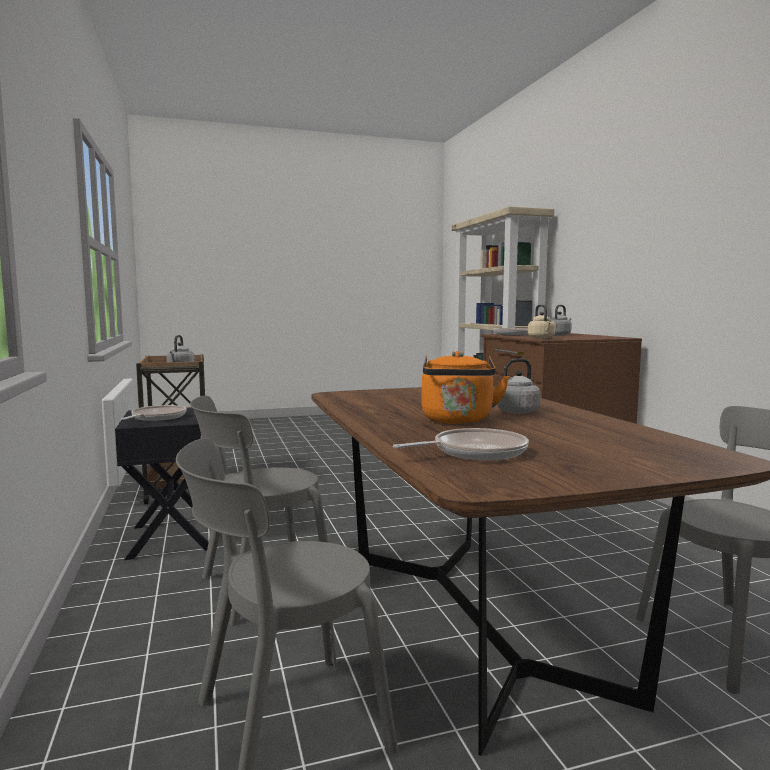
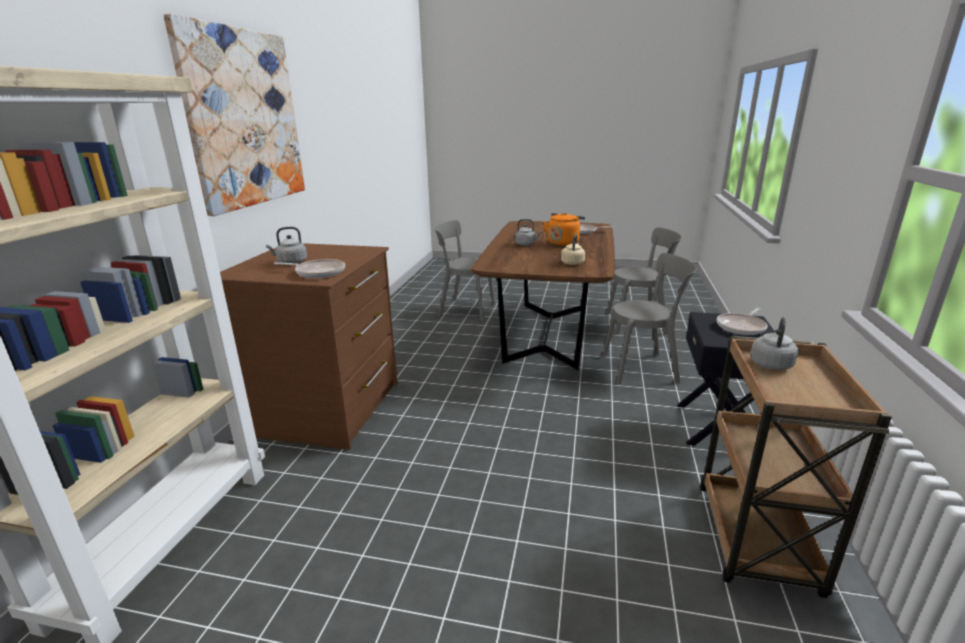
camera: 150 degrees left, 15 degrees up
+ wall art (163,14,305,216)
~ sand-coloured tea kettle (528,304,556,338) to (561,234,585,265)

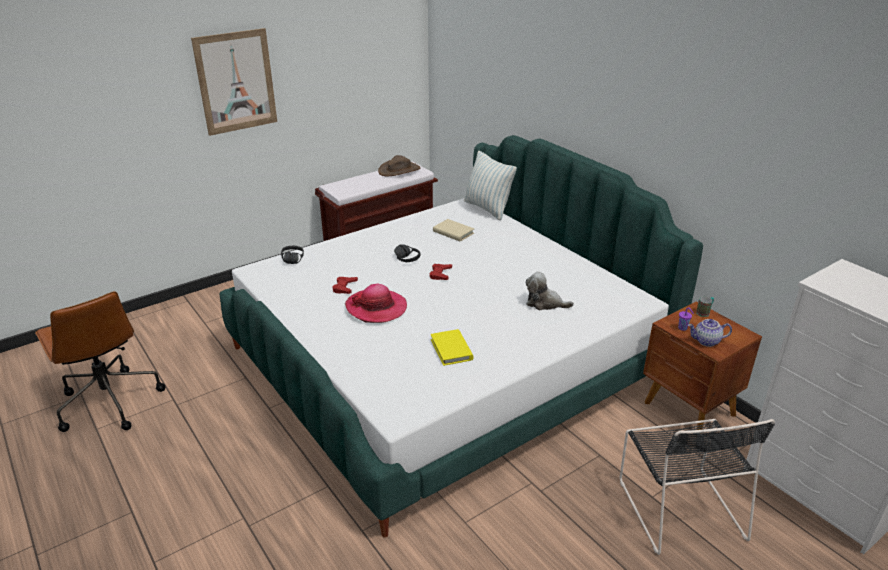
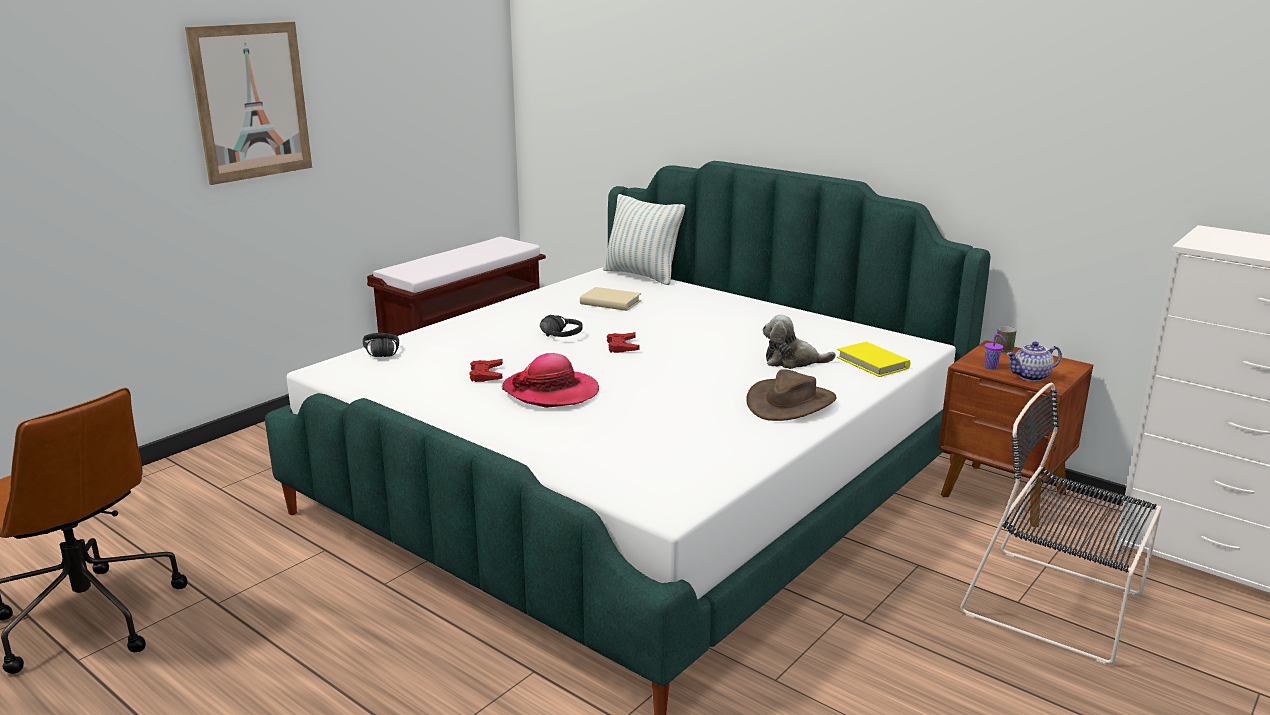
camera: 15 degrees left, 10 degrees down
~ brownish hat (378,155,420,176) to (746,369,837,421)
~ yellow bound book (431,329,474,366) to (837,342,910,377)
~ blackish plain chair (620,419,775,555) = (960,383,1162,664) 150 degrees clockwise

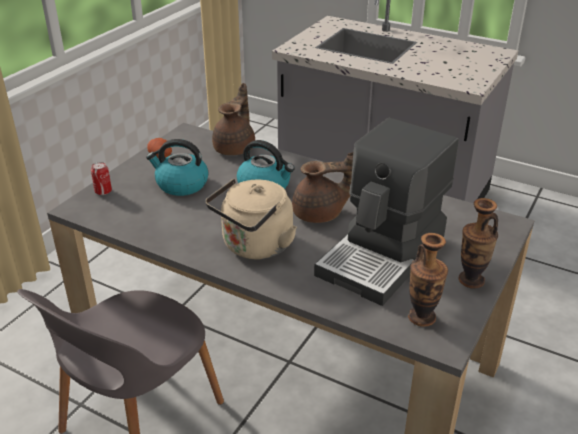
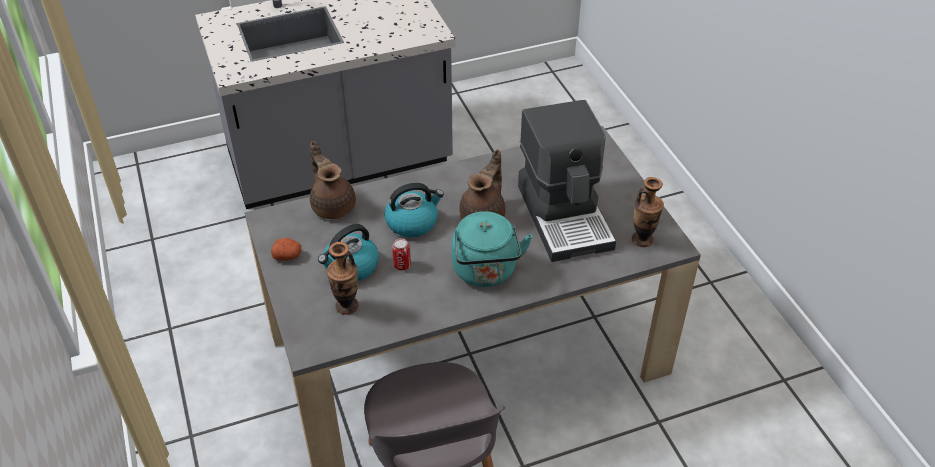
camera: 50 degrees left, 10 degrees up
~ sealed can (91,162,112,195) to (392,238,411,271)
~ vase (458,198,498,289) to (327,242,359,315)
~ sand-coloured tea kettle (206,178,297,259) to blue-green tea kettle (451,211,532,287)

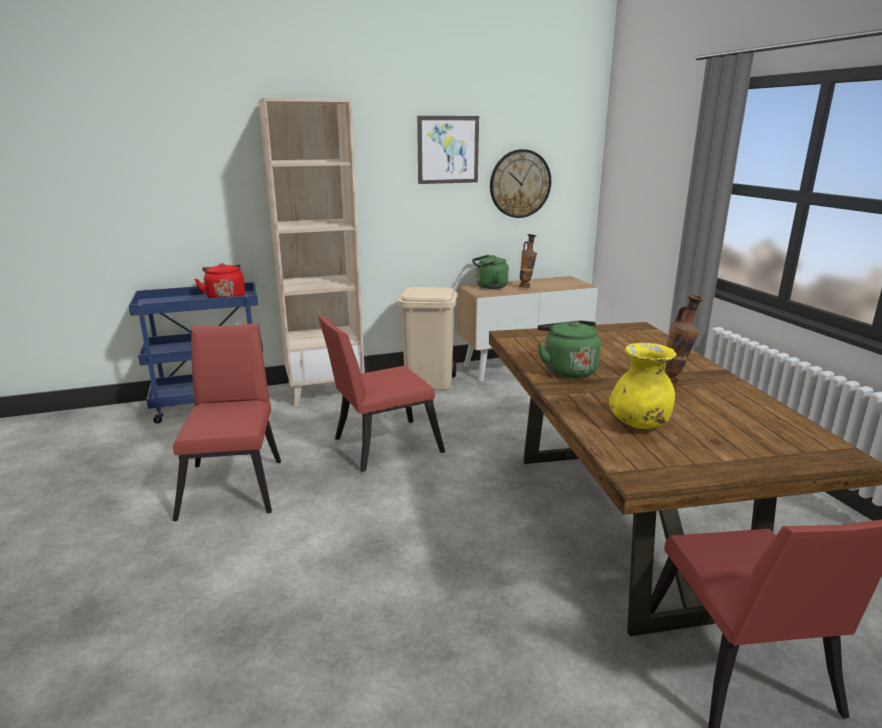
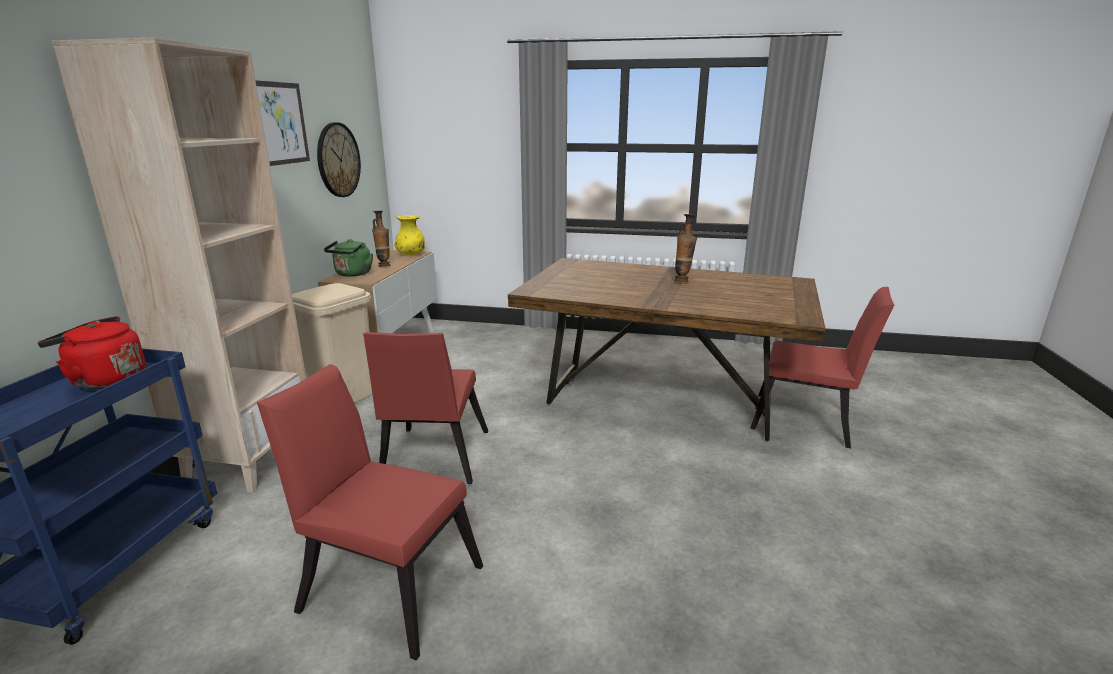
camera: 60 degrees left, 0 degrees up
- green tea kettle (537,320,601,378)
~ yellow vase (609,343,676,429) to (394,215,425,255)

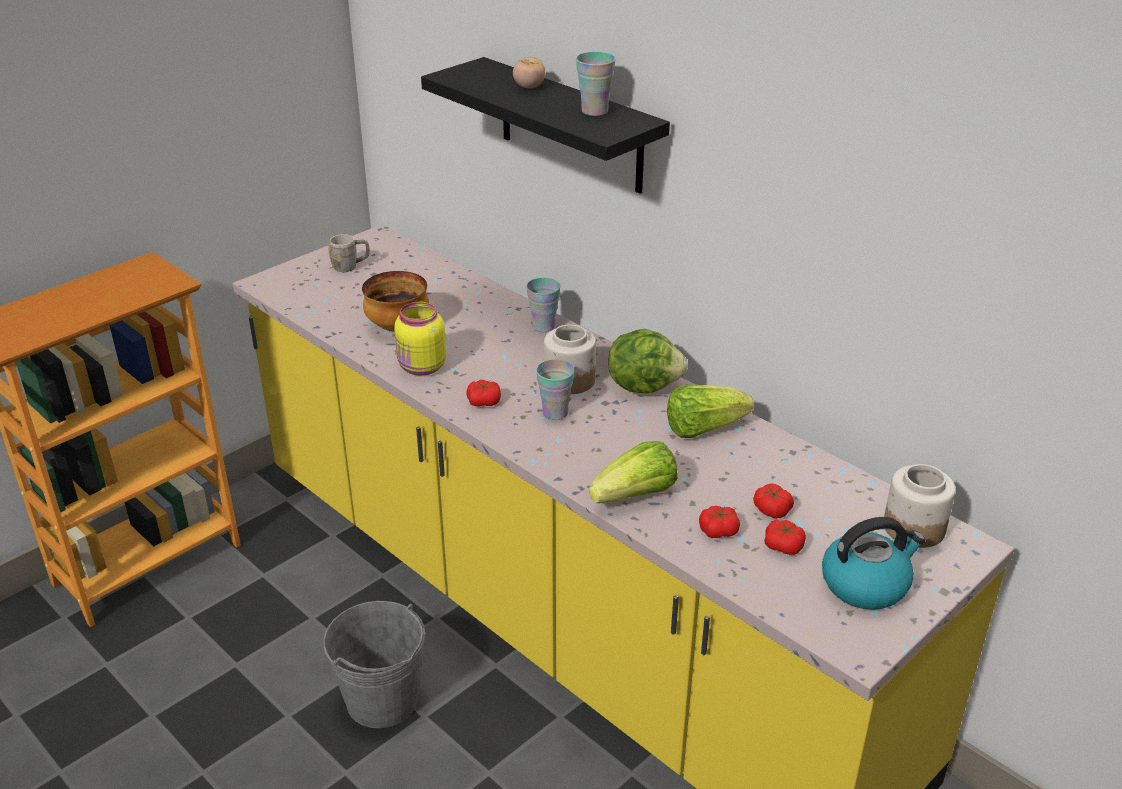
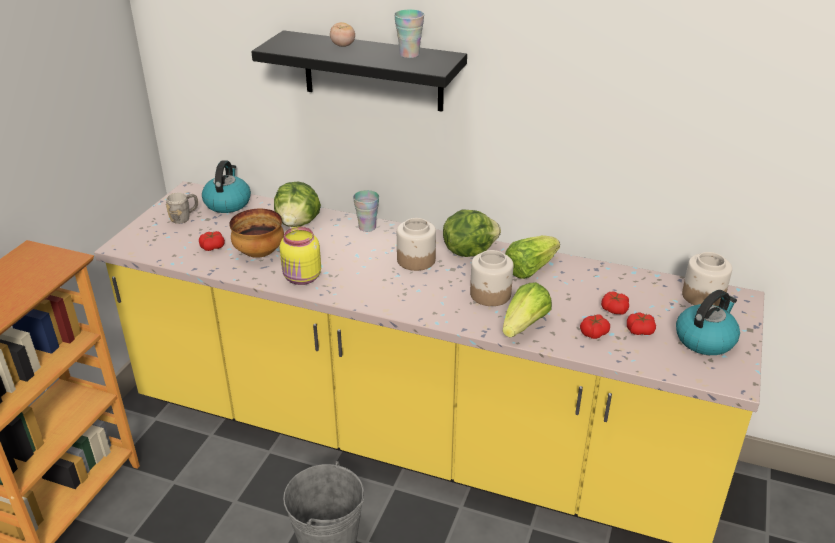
camera: 25 degrees left, 0 degrees up
- small cup (536,359,574,420)
+ tea kettle (202,160,251,213)
+ head of lettuce (274,181,321,227)
+ jar (470,250,513,306)
~ tomato (466,380,501,406) to (199,231,225,251)

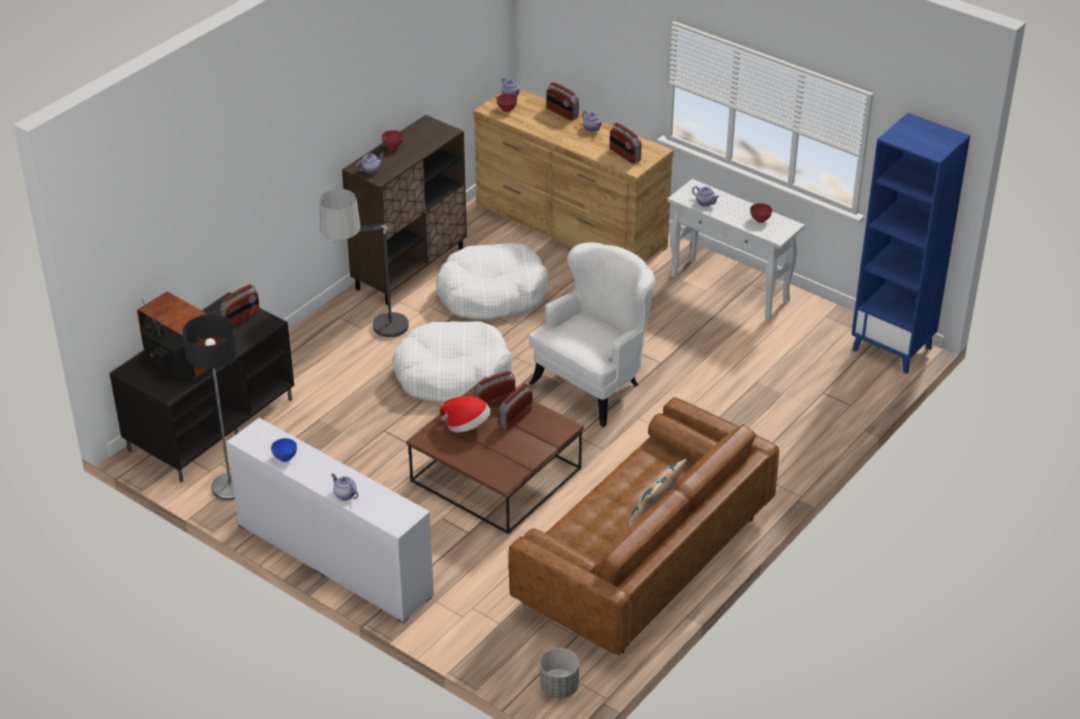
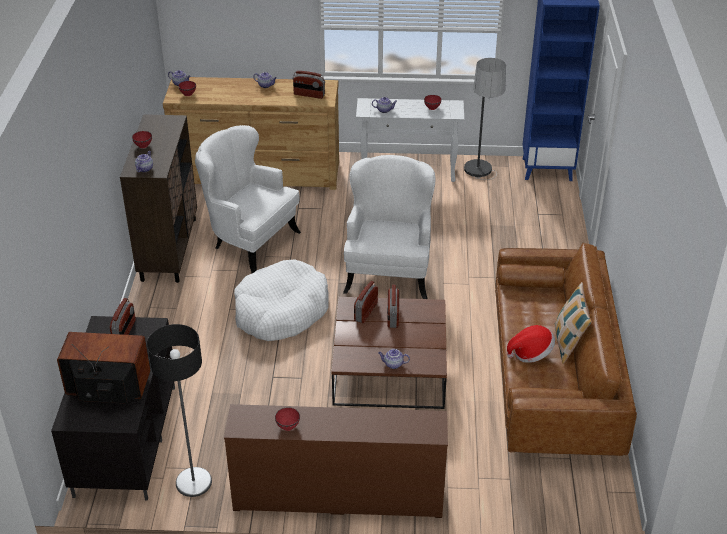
camera: 35 degrees left, 0 degrees up
- grey planter (540,648,579,698)
- radio receiver (546,82,579,121)
~ standard lamp (319,189,409,344) to (464,58,506,180)
~ teapot (331,473,358,500) to (378,349,410,369)
~ hat (439,396,491,433) to (507,325,555,363)
~ whitish dog cushion (436,242,549,320) to whitish easy chair (195,125,301,273)
~ whitish drawer chest (227,418,434,623) to brownish drawer chest (224,404,448,518)
~ bluish deep dish (271,438,297,462) to red-coloured deep dish (275,407,300,431)

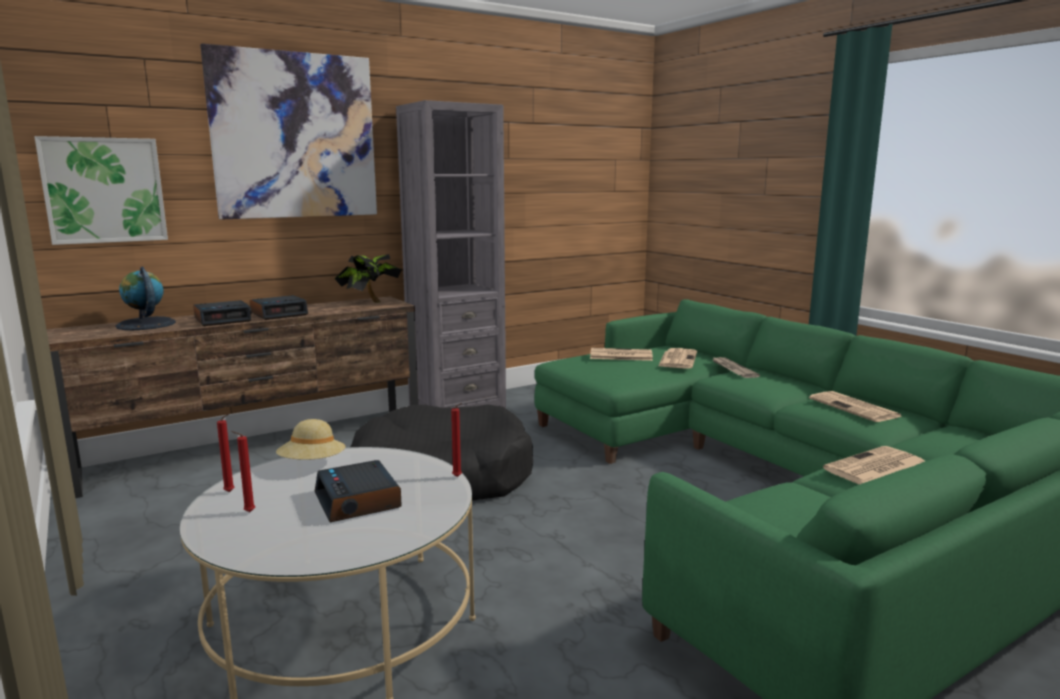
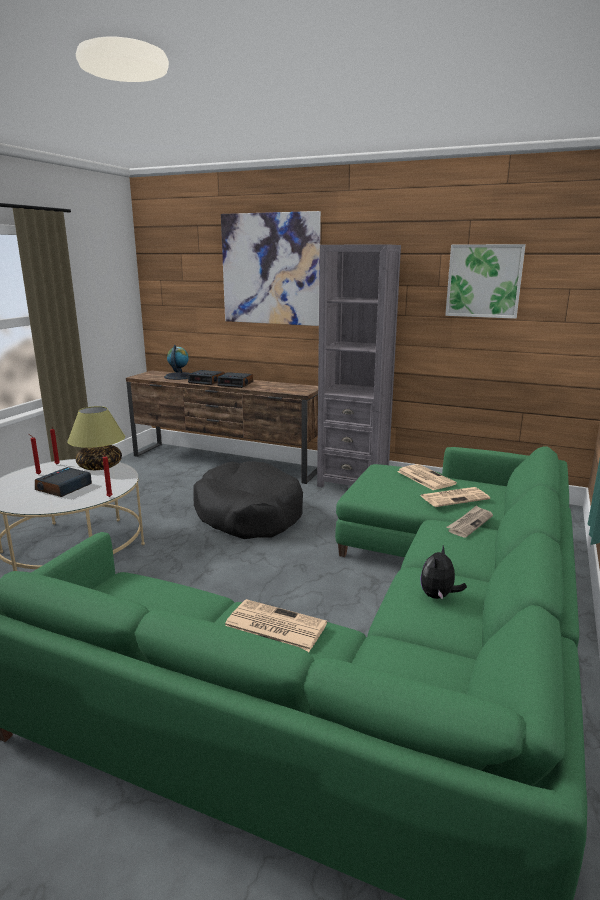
camera: 55 degrees right, 5 degrees up
- houseplant (335,254,402,303)
~ wall art (34,136,168,245) to (445,244,526,319)
~ sand-coloured hat (276,419,346,460) to tabletop lamp (67,406,125,470)
~ newspaper (809,391,903,422) to plush toy (420,546,467,600)

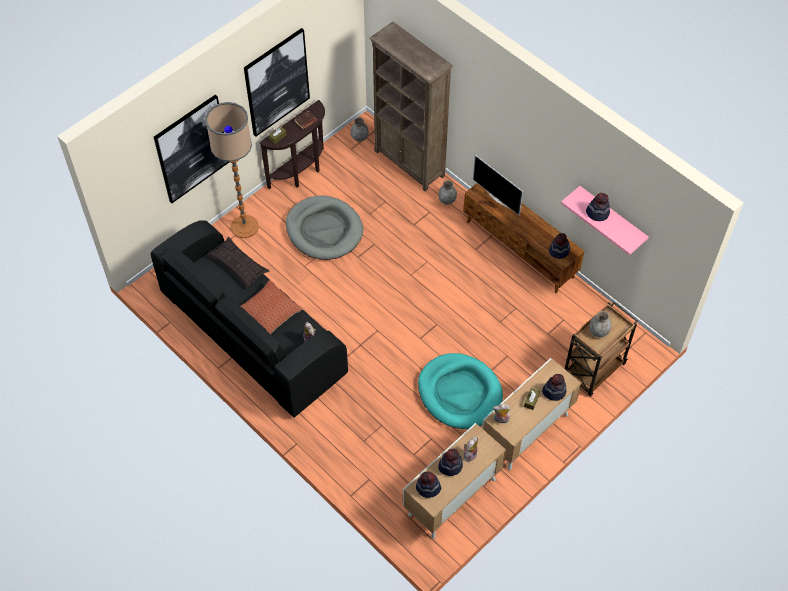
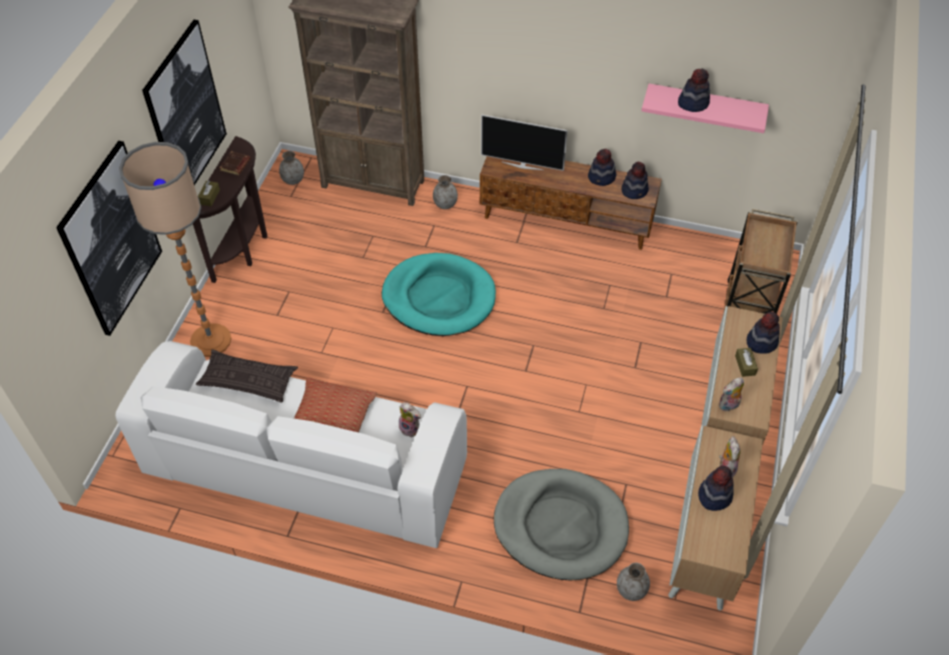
camera: 30 degrees left, 5 degrees down
~ grey dog cushion (286,195,363,260) to (494,469,629,580)
~ hat (416,471,441,498) to (588,149,616,186)
~ blue-green dog cushion (418,353,503,429) to (382,253,496,336)
~ grey vase (589,311,611,337) to (617,563,650,601)
~ blackish couch (151,220,348,418) to whitish couch (116,341,467,548)

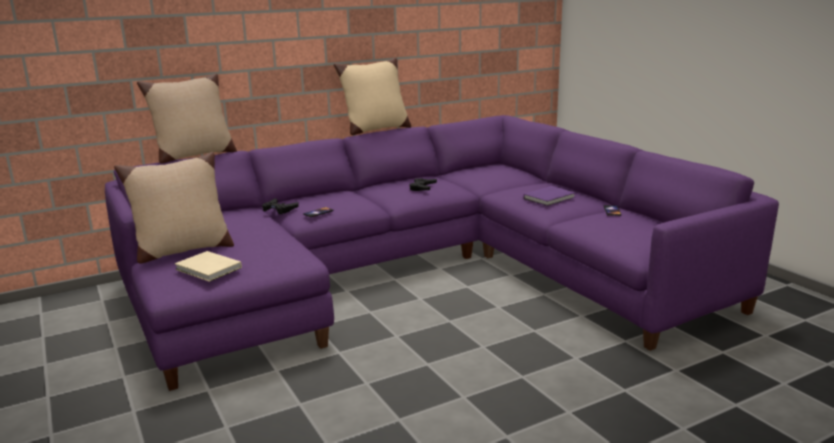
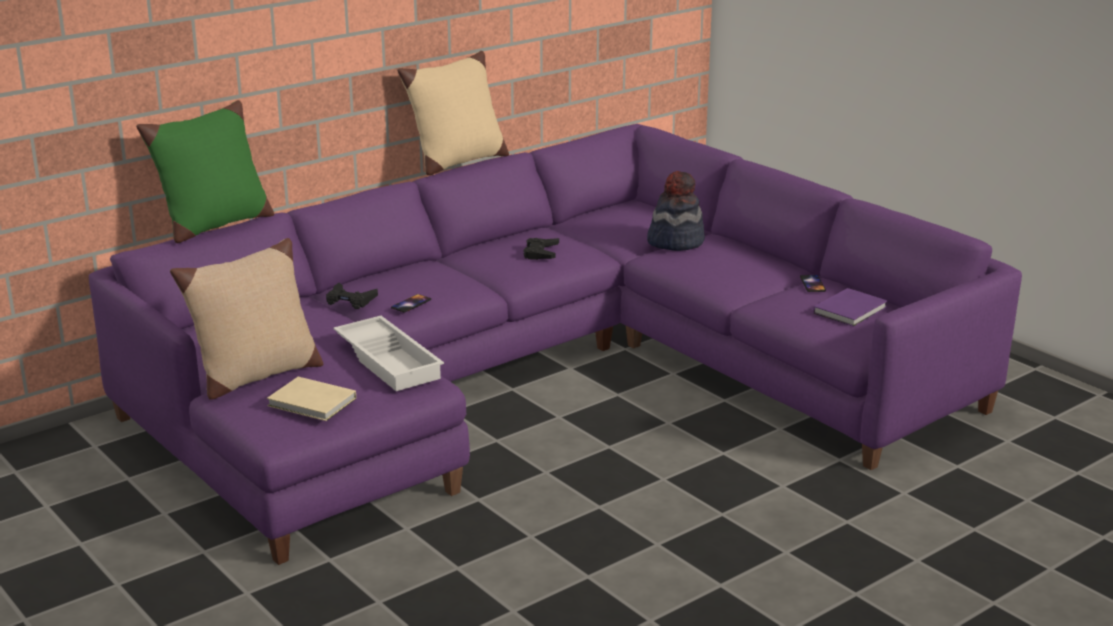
camera: 10 degrees left, 5 degrees up
+ whitish tray (333,316,444,391)
+ hat (647,171,705,251)
~ purple-coloured bound book (524,186,575,206) to (813,288,888,327)
~ sand-coloured pillow (137,73,237,163) to green pillow (136,100,274,243)

